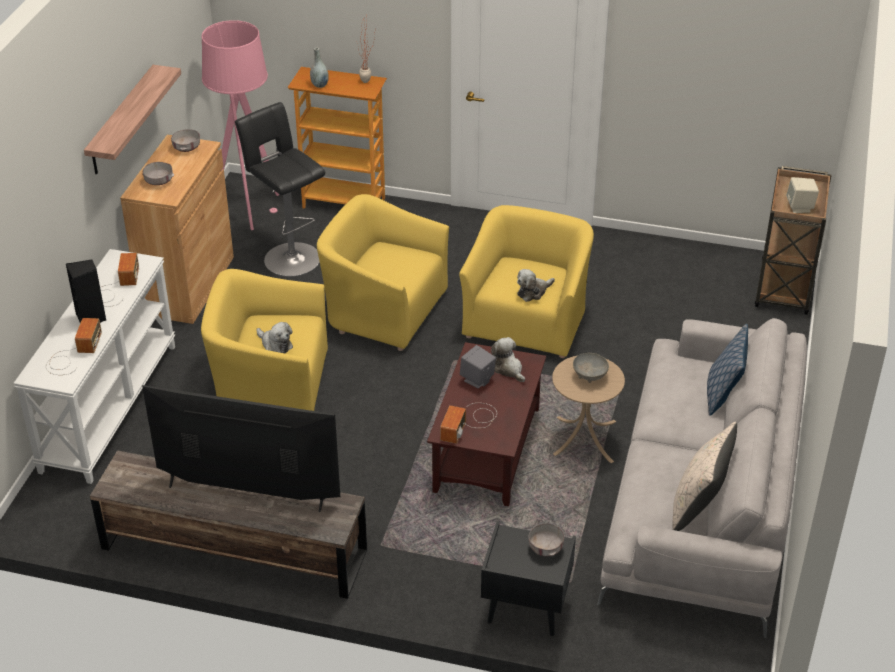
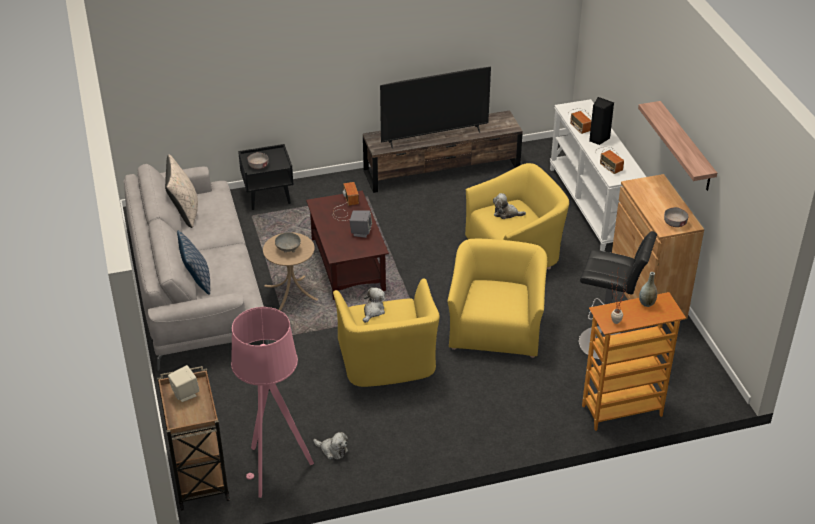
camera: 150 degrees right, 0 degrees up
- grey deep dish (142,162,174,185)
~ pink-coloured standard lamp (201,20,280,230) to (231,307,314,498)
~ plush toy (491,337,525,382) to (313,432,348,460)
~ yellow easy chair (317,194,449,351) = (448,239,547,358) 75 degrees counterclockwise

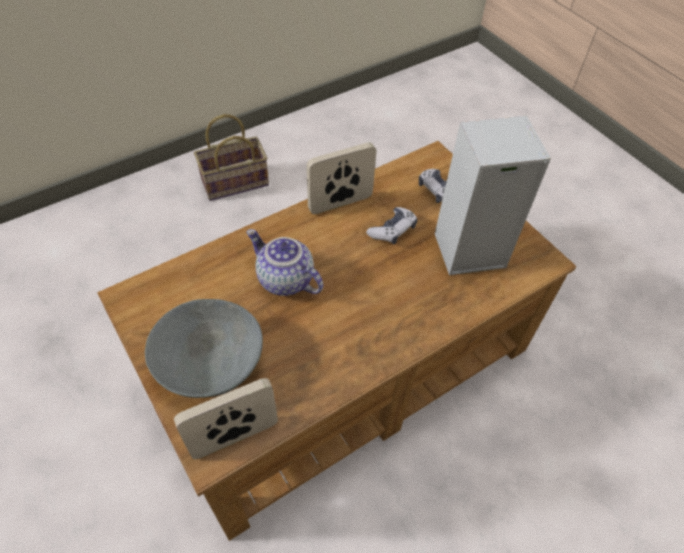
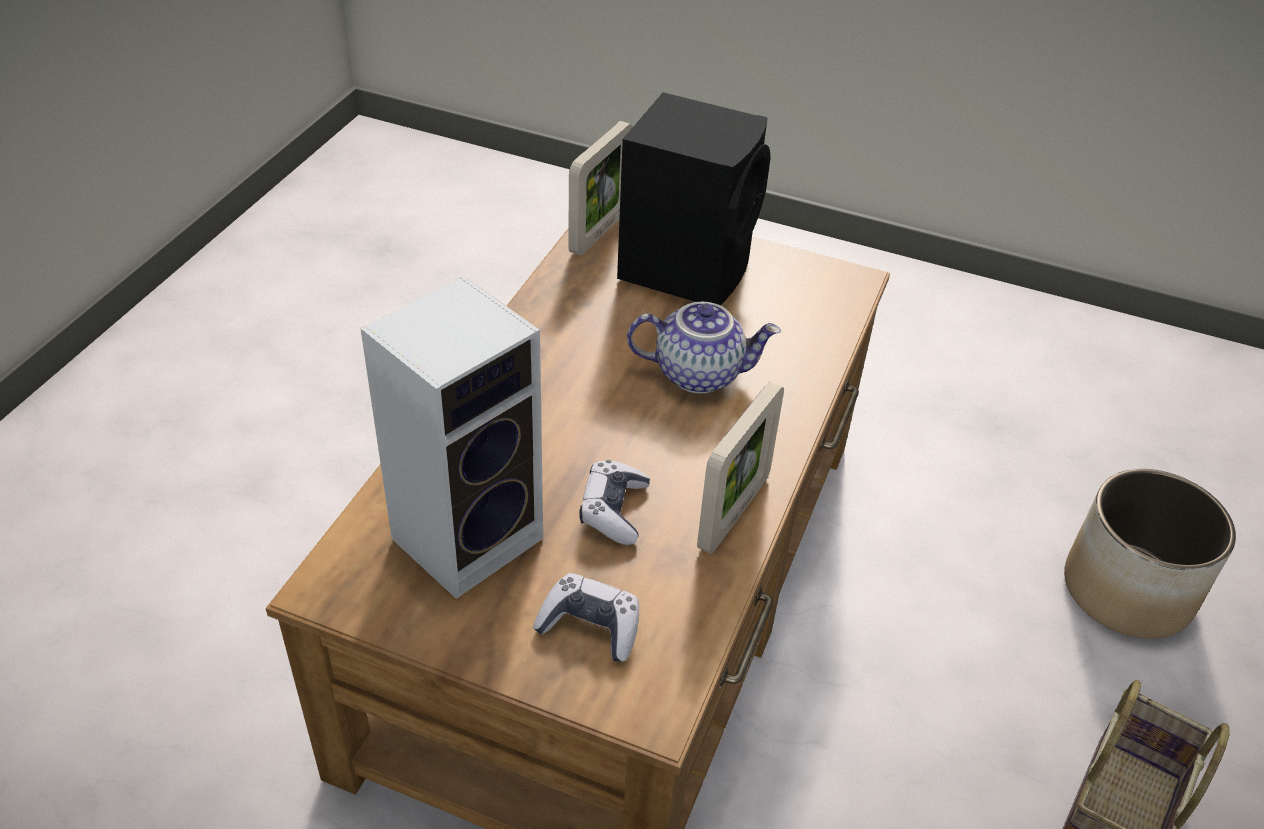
camera: 145 degrees right, 10 degrees down
+ planter (1064,469,1236,639)
~ grey deep dish (145,299,263,398) to blackish loudspeaker (617,92,770,305)

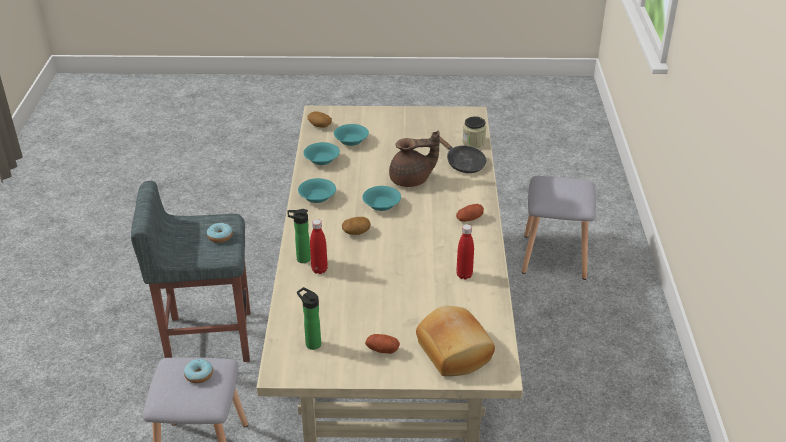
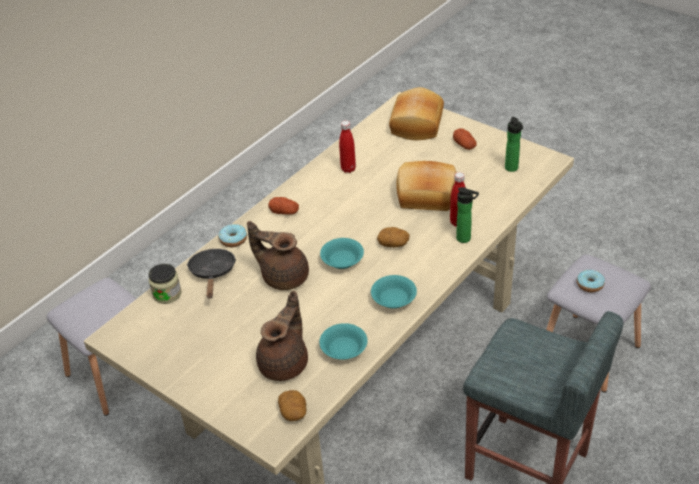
camera: 140 degrees left, 5 degrees up
+ baked bread (396,161,456,211)
~ donut (207,223,233,243) to (218,224,247,247)
~ blue-green deep dish (334,124,369,146) to brownish teapot (256,291,308,381)

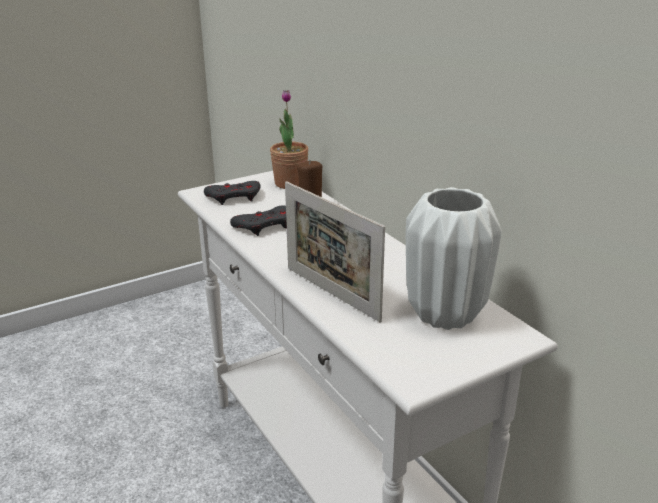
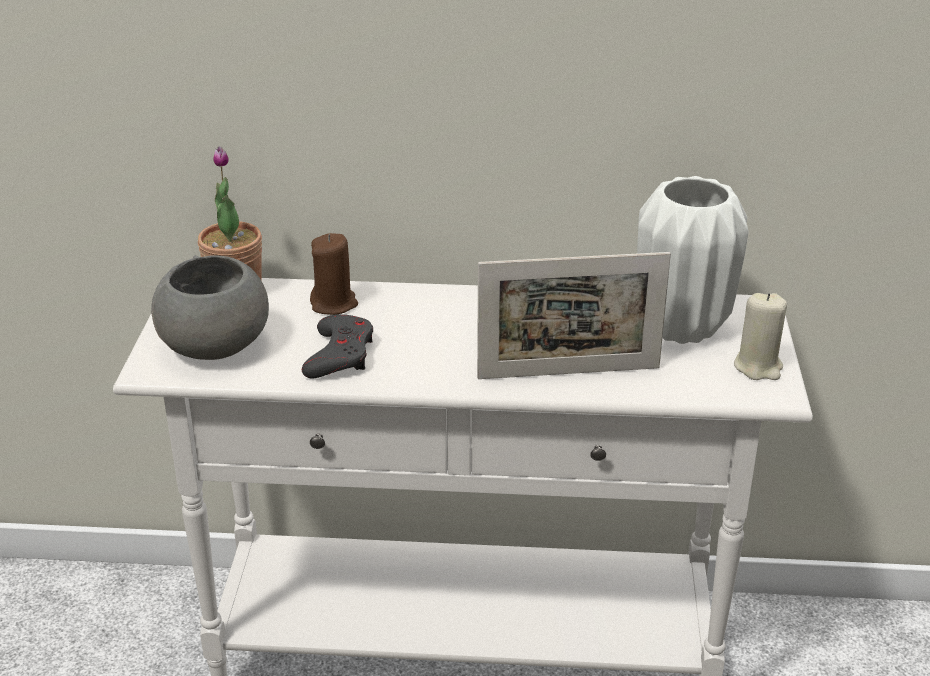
camera: 55 degrees left, 5 degrees up
+ sand-coloured candle (734,293,787,380)
~ grey gamepad (204,181,261,205) to grey deep dish (151,255,269,360)

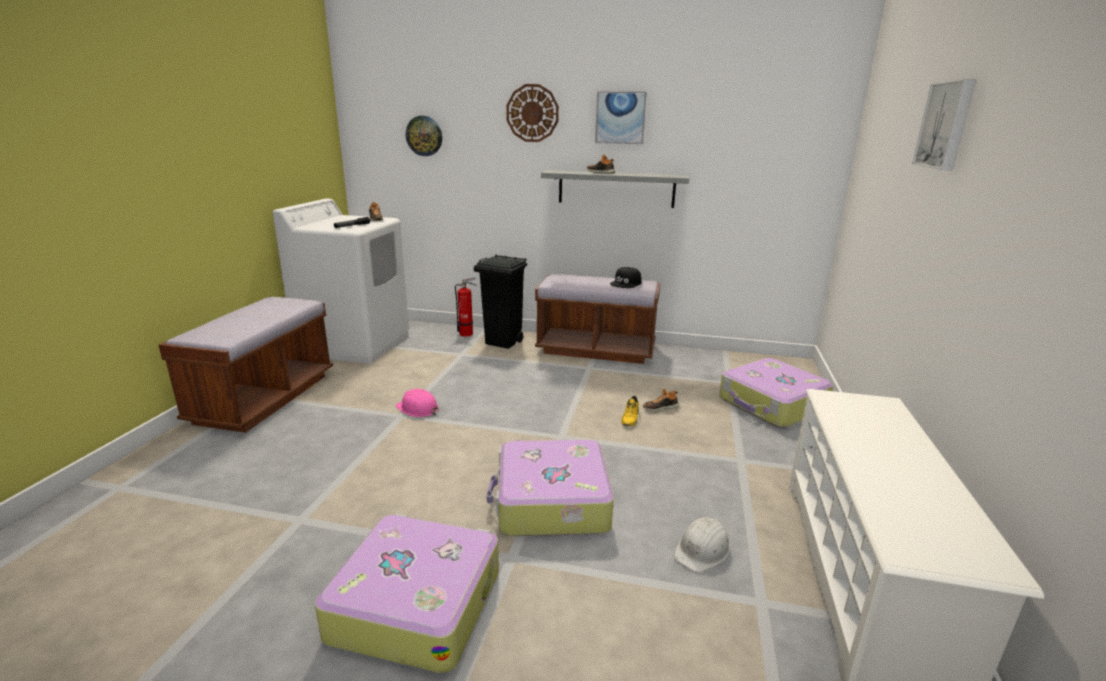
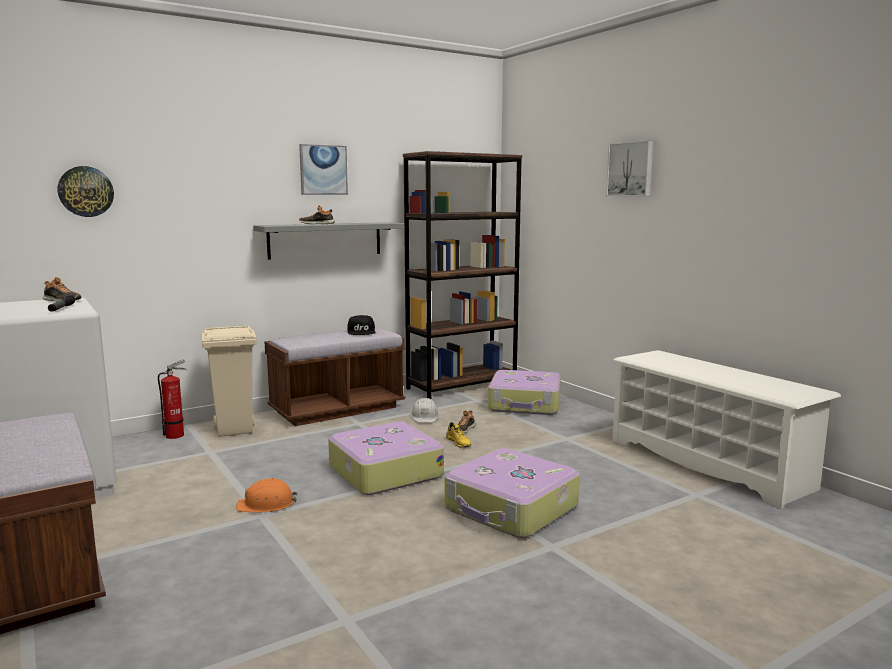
camera: 45 degrees left, 10 degrees down
- hanging clock (506,84,559,142)
+ brownish bookshelf (403,151,522,399)
~ piece of luggage (315,513,499,673) to (328,422,444,495)
~ whitish work helmet (674,517,730,572) to (411,398,439,423)
~ pink-coloured work helmet (396,389,439,417) to orange work helmet (236,478,297,513)
~ blackish trash can (474,254,527,349) to sand-coloured trash can (202,325,257,437)

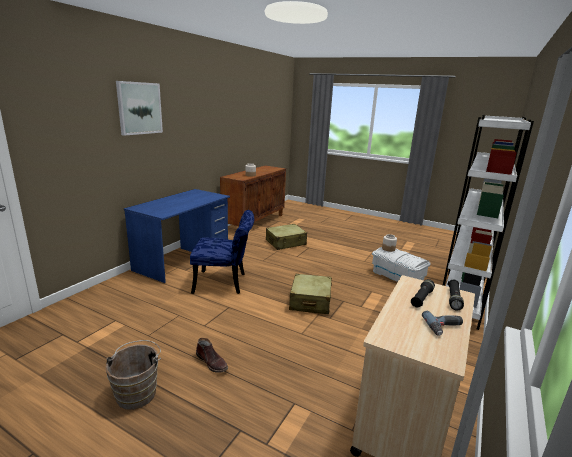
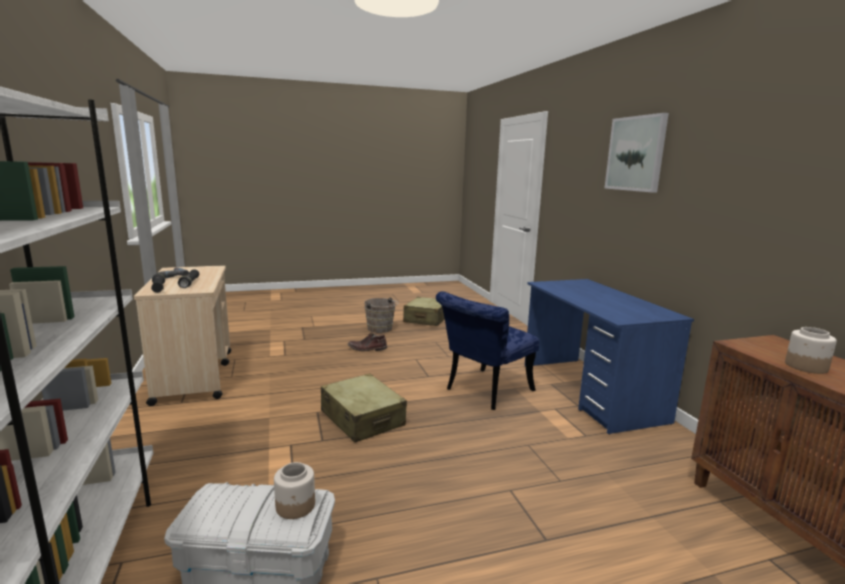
camera: 135 degrees right, 5 degrees down
~ sand-coloured piece of luggage (266,224,307,250) to (403,297,445,326)

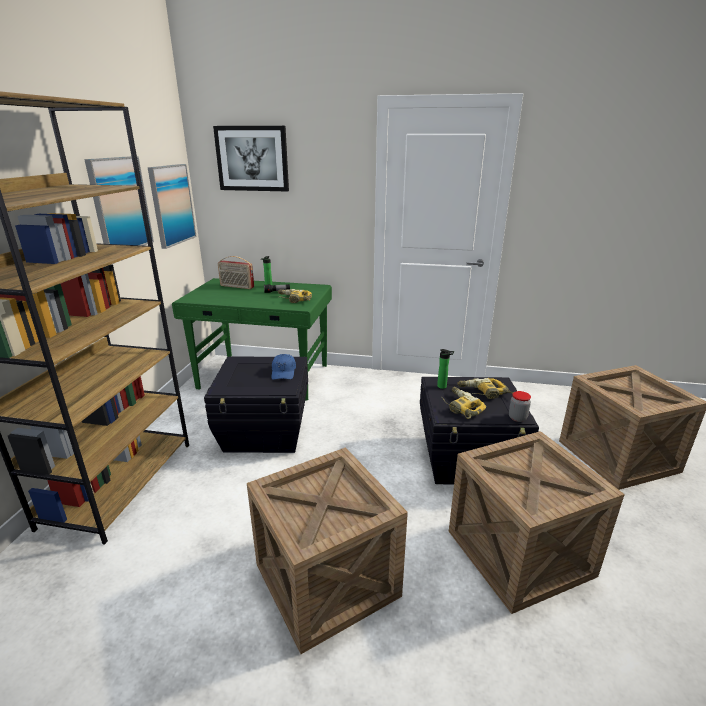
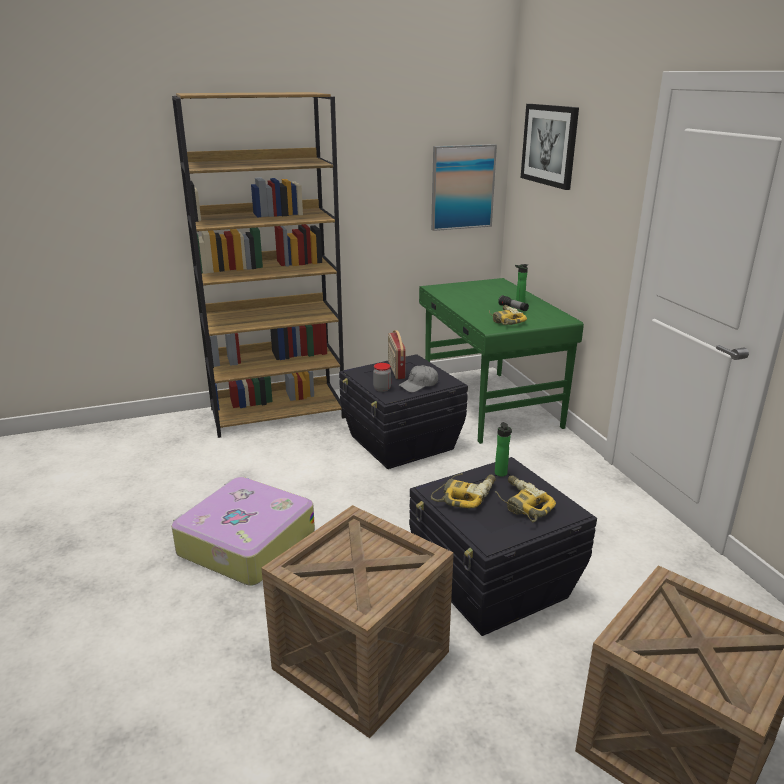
camera: 60 degrees right, 0 degrees up
- wall art (84,156,154,246)
~ radio receiver (218,256,254,289) to (388,330,406,379)
~ jar (509,391,531,422) to (373,363,391,392)
~ crate (247,447,408,654) to piece of luggage (171,477,315,586)
~ bluish baseball cap (272,354,296,380) to grey baseball cap (399,365,438,392)

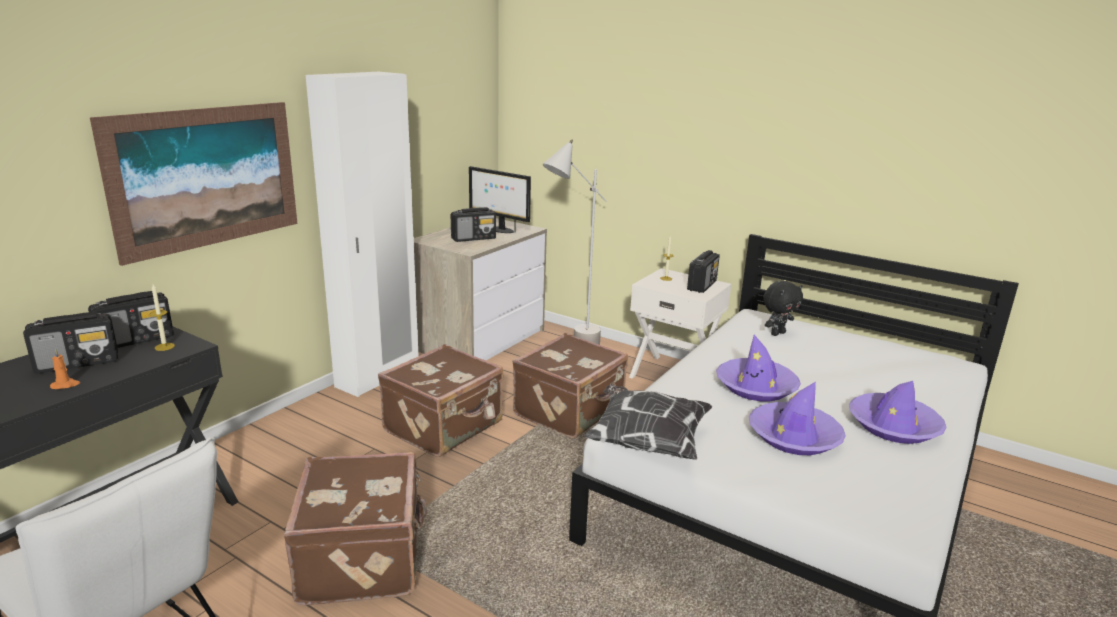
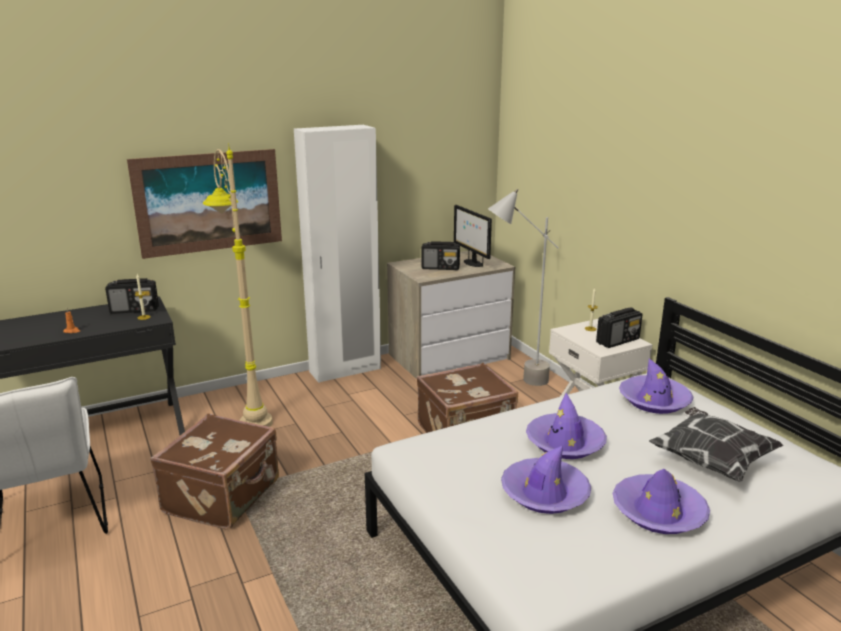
camera: 30 degrees right, 0 degrees up
- radio receiver (23,312,118,374)
- brownish piece of luggage (378,344,503,457)
+ sand-coloured standard lamp (203,143,273,427)
~ pillow (584,384,712,460) to (649,407,783,482)
~ blackish plush toy (763,281,803,336) to purple-coloured hat (619,358,694,414)

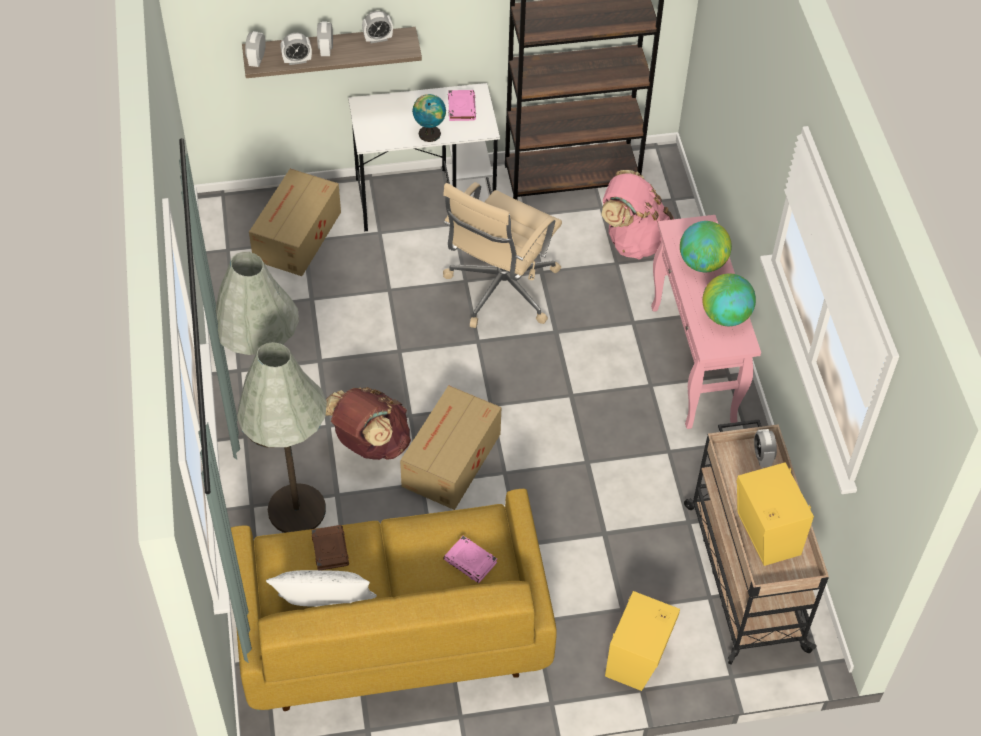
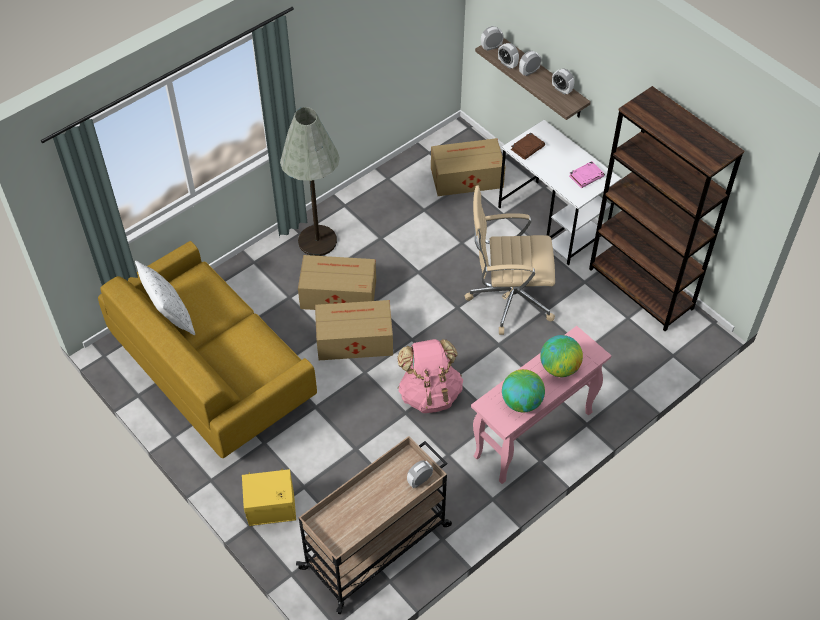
camera: 60 degrees right, 0 degrees up
- grey standard lamp (237,342,327,533)
- globe (412,94,446,142)
- pink-coloured bound book (443,536,497,583)
- yellow loudspeaker (736,462,814,566)
~ brownish bound book (311,525,349,570) to (511,133,545,160)
~ pink-coloured knapsack (601,170,674,259) to (398,339,463,413)
~ brownish knapsack (326,387,411,460) to packing box (298,255,376,310)

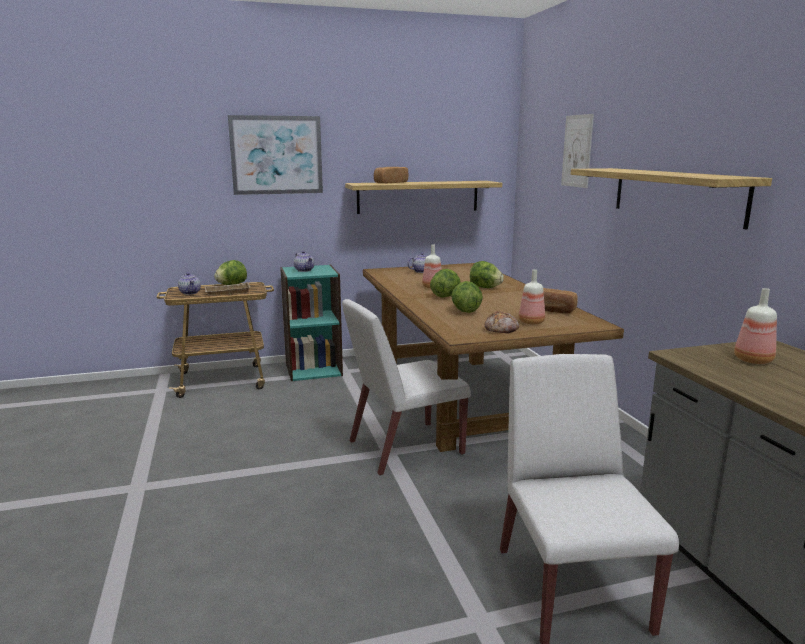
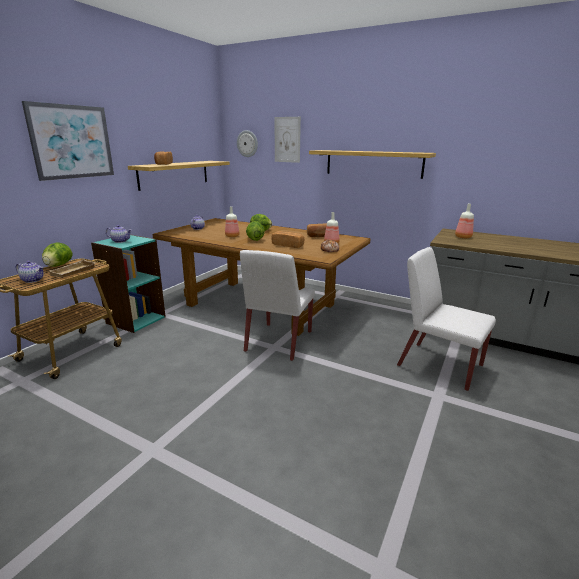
camera: 45 degrees left, 5 degrees up
+ hanging clock (237,130,258,157)
~ head of lettuce (451,281,483,313) to baked bread (272,231,305,248)

